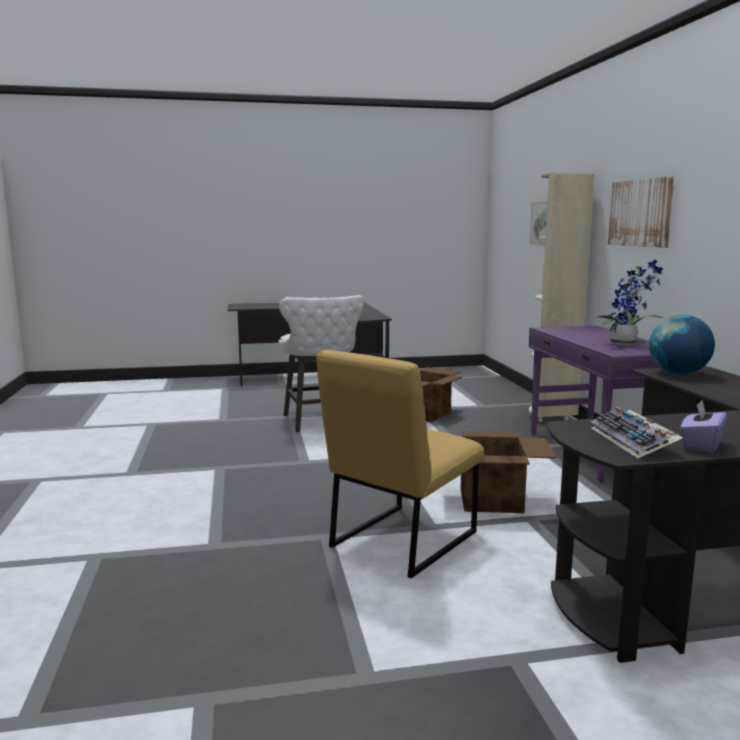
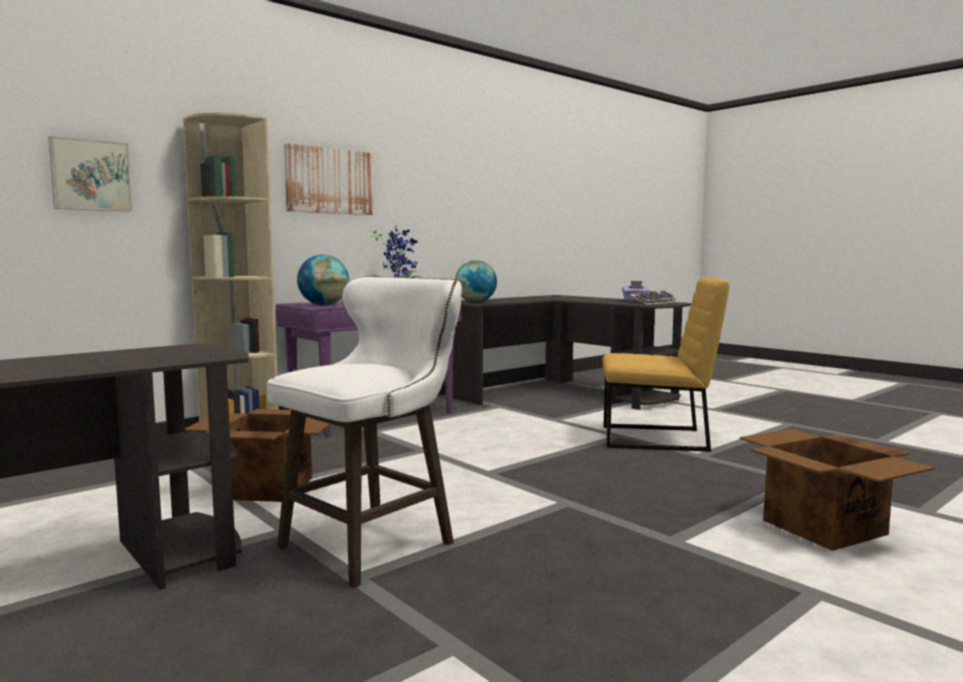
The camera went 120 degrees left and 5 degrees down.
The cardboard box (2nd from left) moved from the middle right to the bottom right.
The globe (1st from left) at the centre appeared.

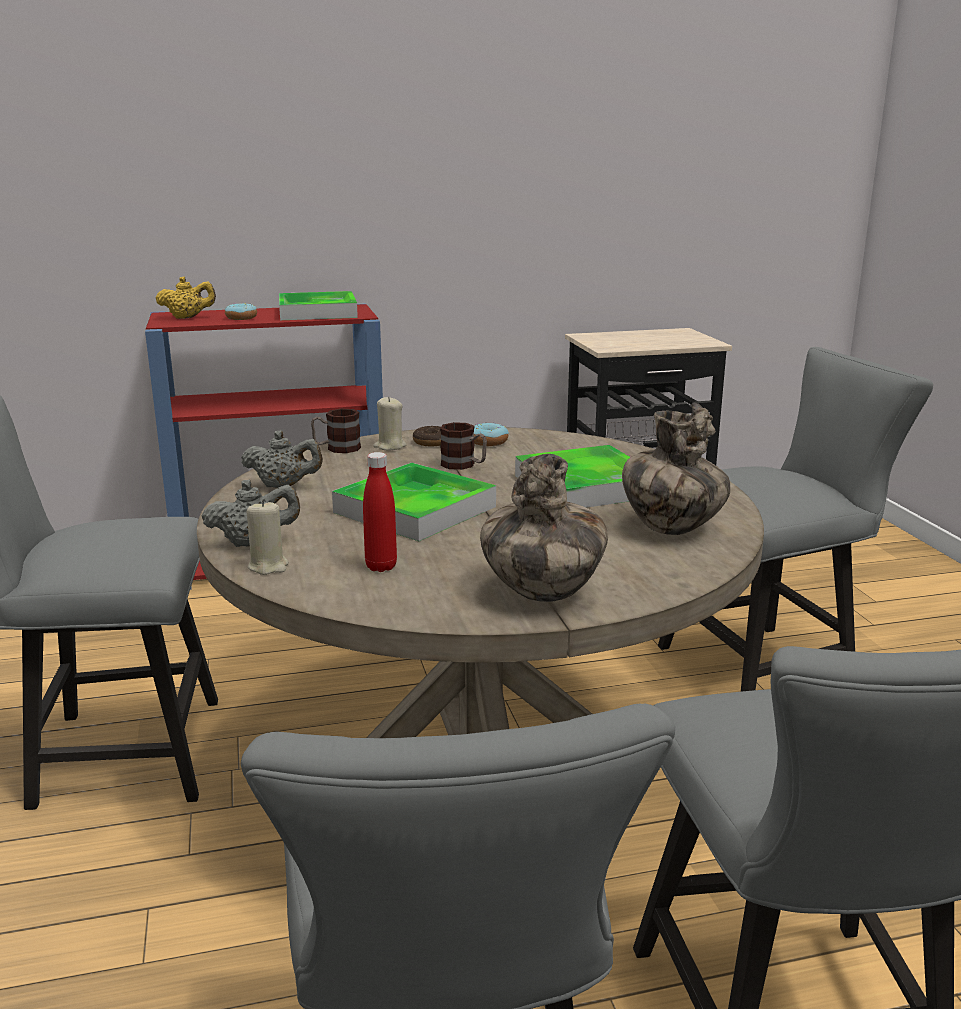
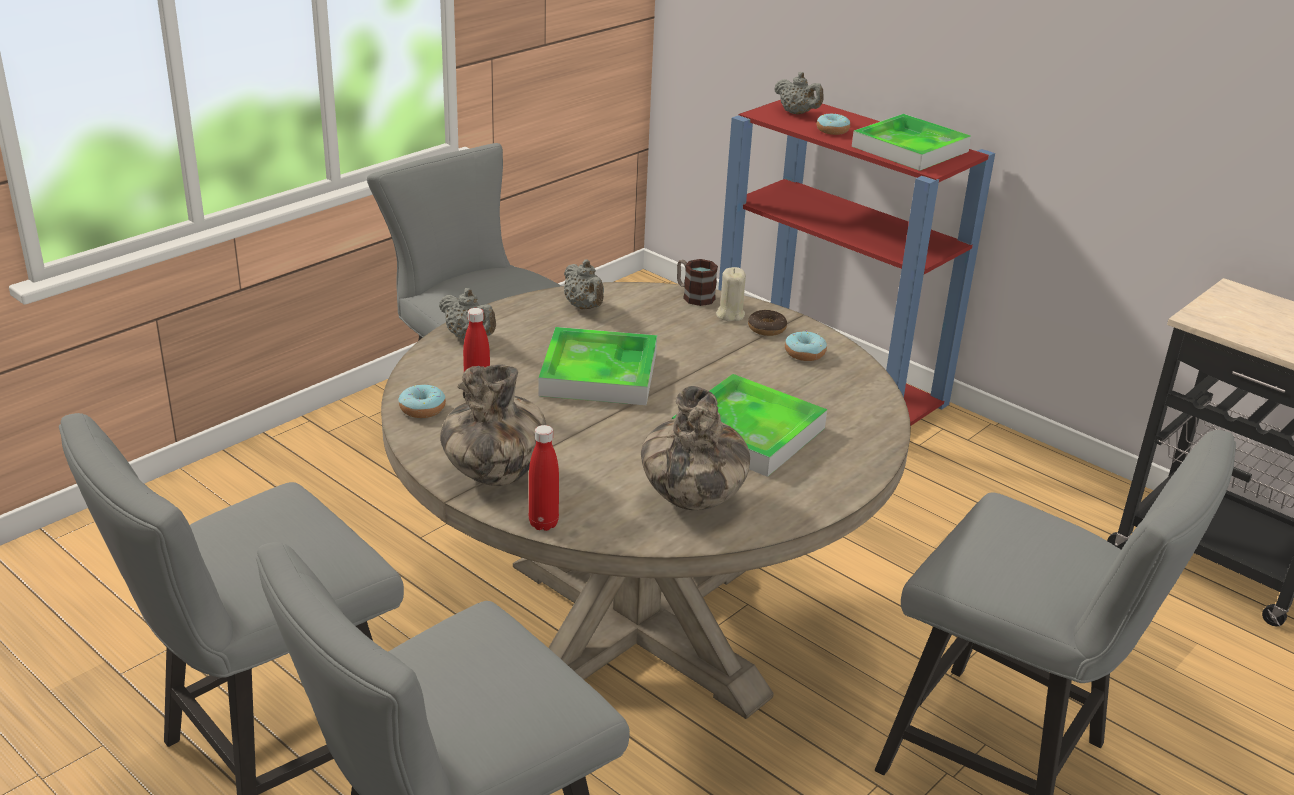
The camera went 55 degrees right and 10 degrees up.
The teapot in yellow at the top left became the teapot in grey (3rd from left) at the top centre.
The candle in beige (1st from left) at the middle left disappeared.
The mug (2nd from left) at the centre disappeared.
The donut (1st from left) at the middle left appeared.
The bottle in red (2nd from left) at the centre appeared.

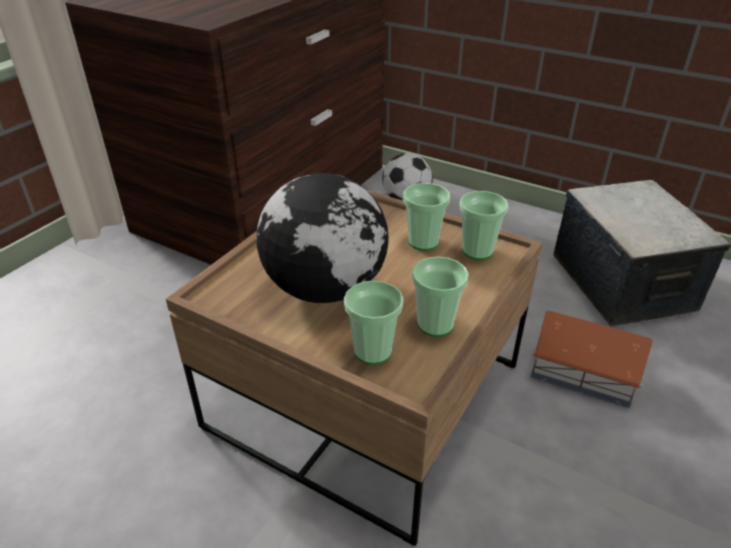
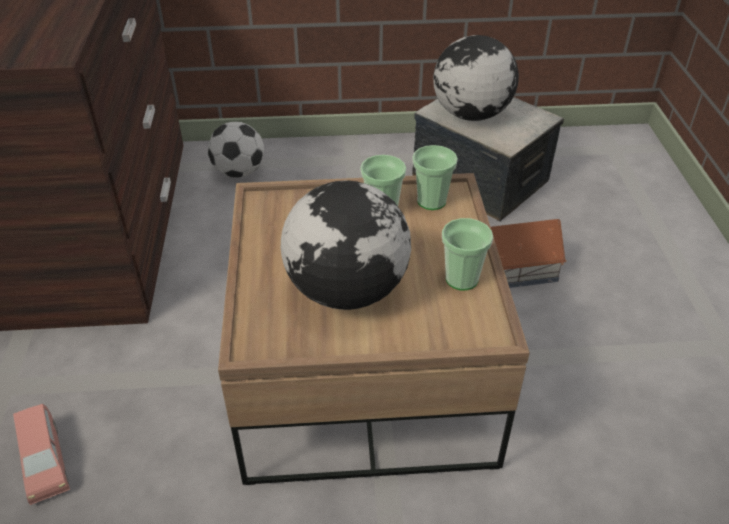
The camera went 35 degrees left and 5 degrees up.
The cup (1st from left) at the centre disappeared.
The toy car in pink at the bottom left appeared.
The globe (2nd from left) at the top centre appeared.

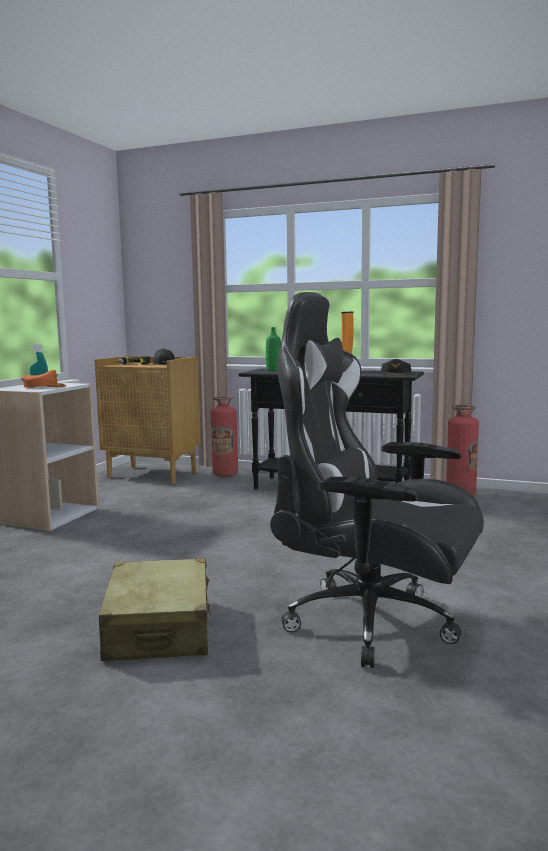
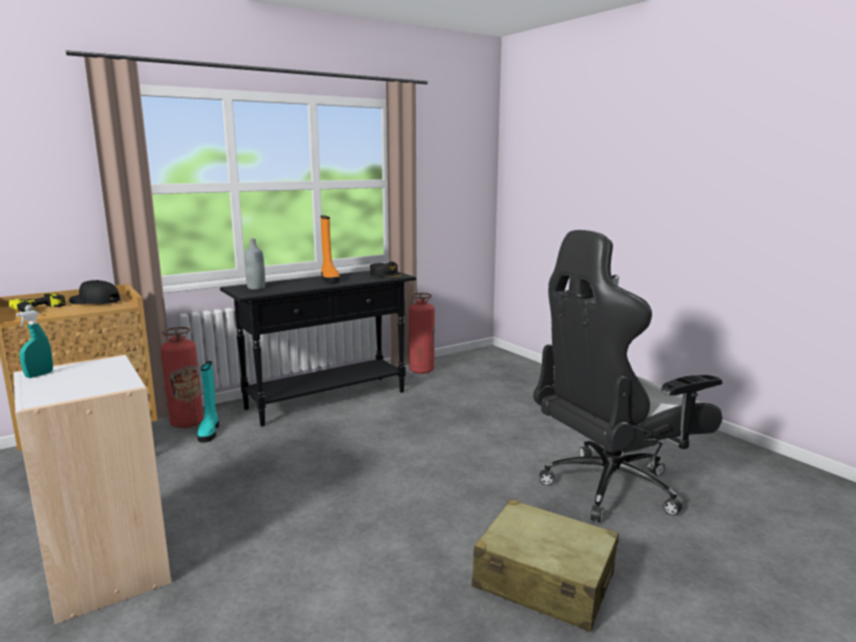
The camera went 55 degrees left and 5 degrees up.
The cap in orange at the middle left disappeared.
The bottle in green at the centre became the bottle in grey at the middle left.
The boot in turquoise at the middle left appeared.

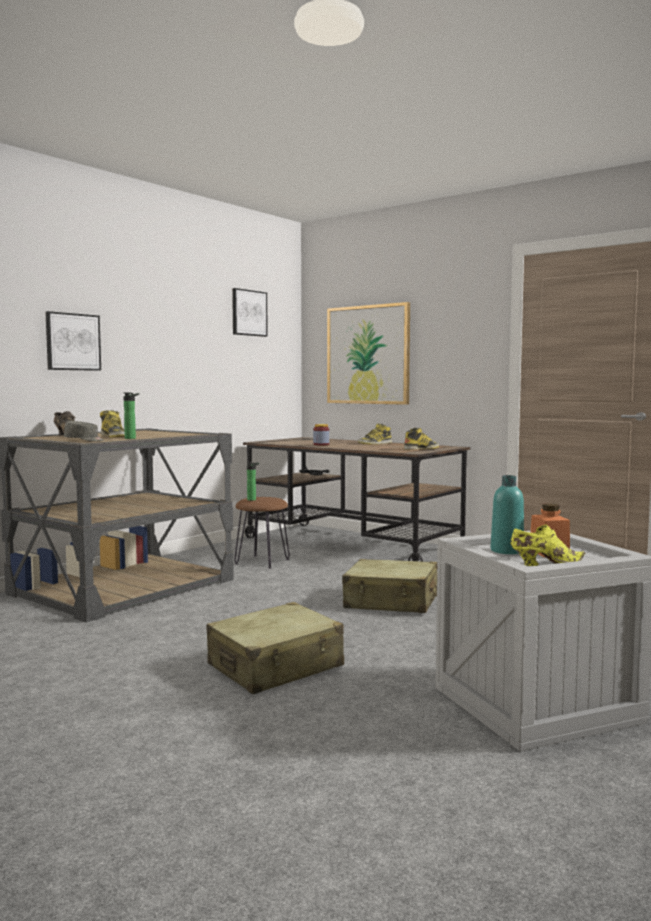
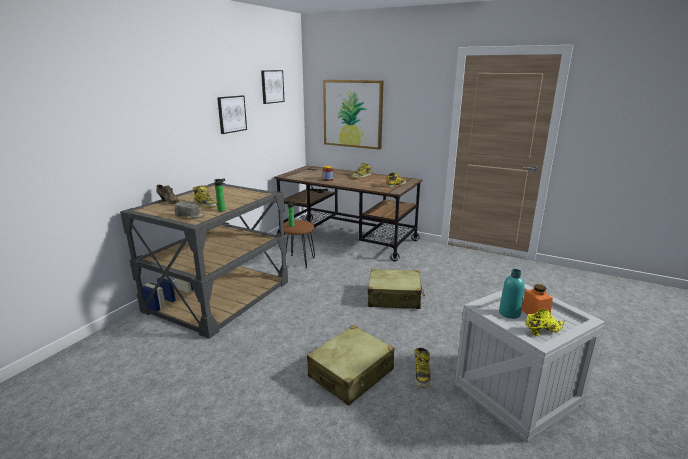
The camera went 10 degrees left and 15 degrees up.
The picture (1st from left) moved from the middle left to the top centre.
The boot (4th from left) at the bottom centre appeared.

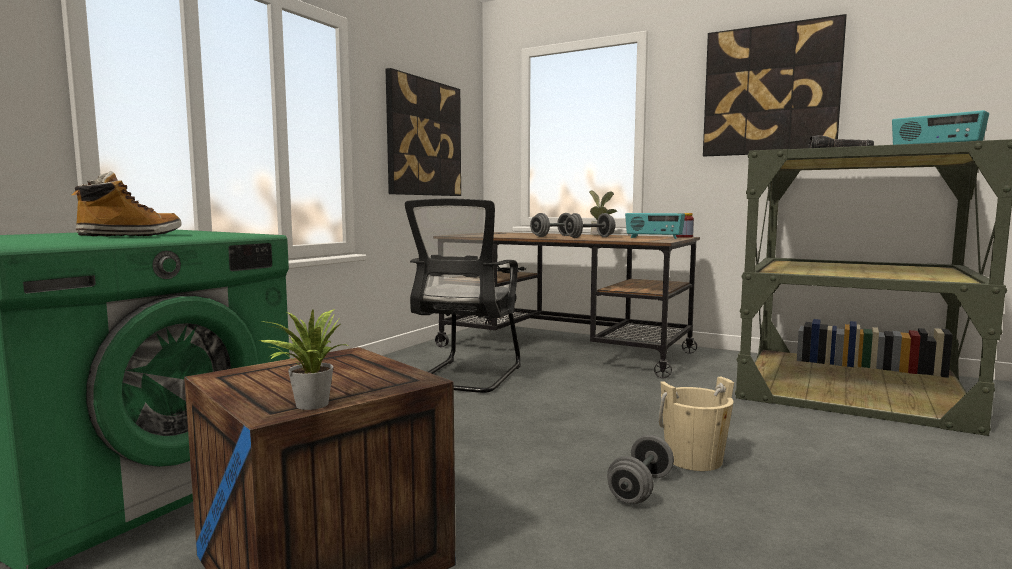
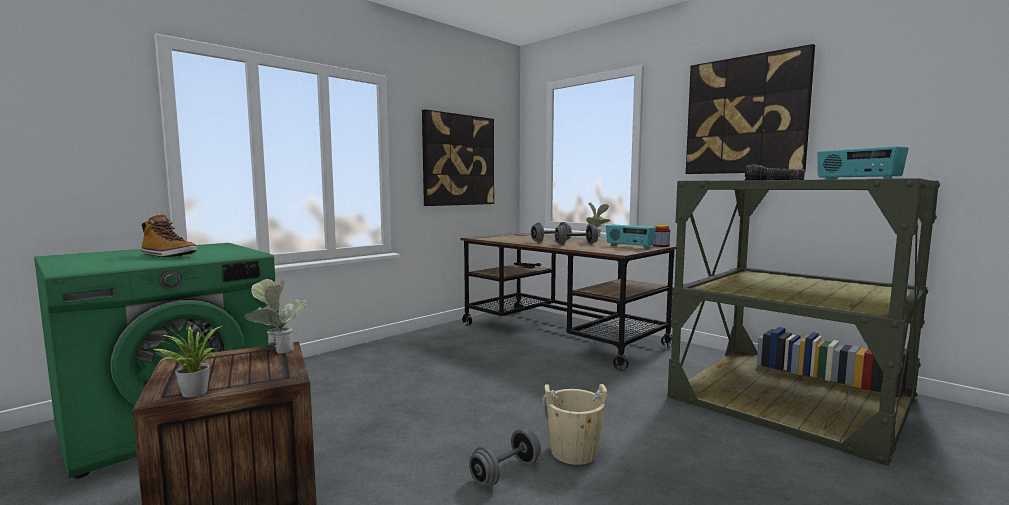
The camera went 15 degrees right and 0 degrees up.
The boot at the middle left turned 60 degrees clockwise.
The chair at the centre disappeared.
The potted plant (2nd from left) at the middle left appeared.

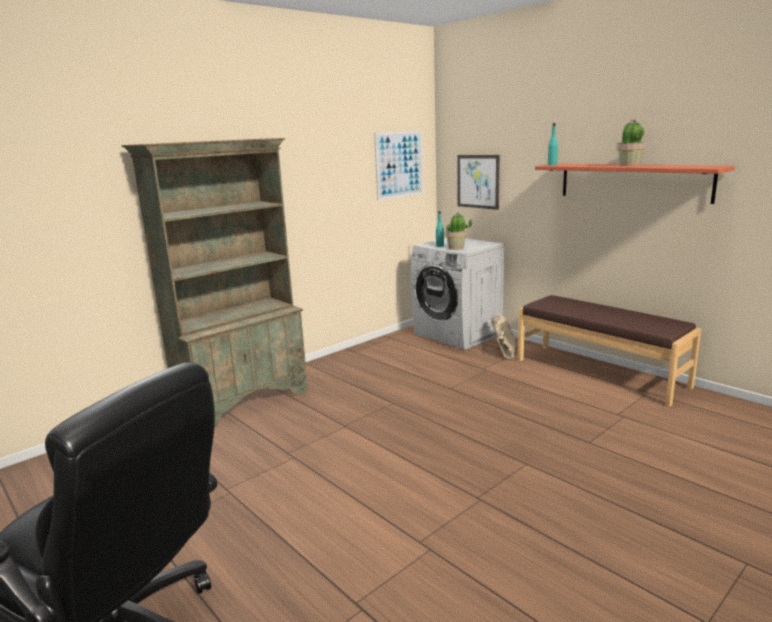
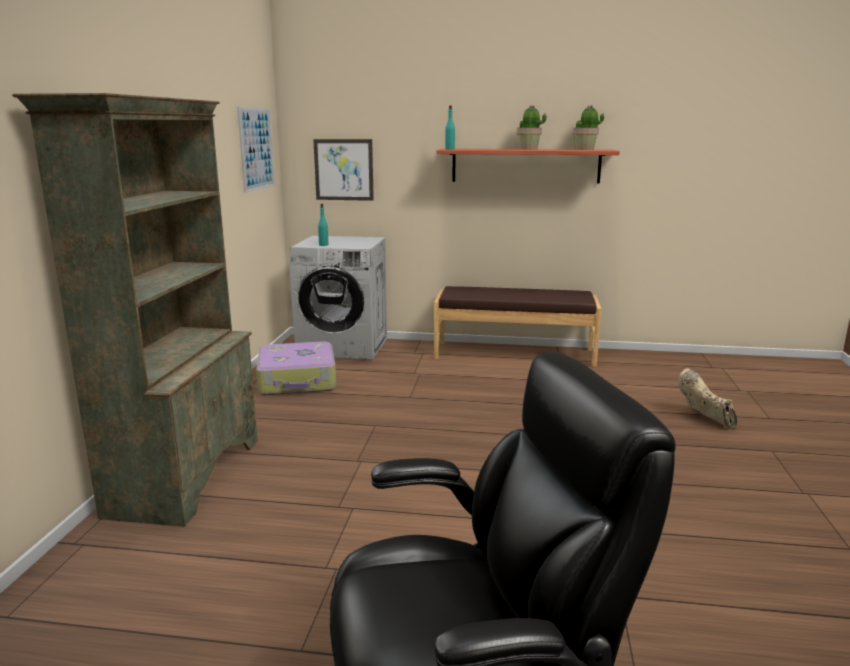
The camera went 40 degrees left and 0 degrees up.
The potted plant (1st from left in the first image) moved from the centre to the top right.
The boot in beige moved from the centre to the middle right.
The suitcase at the centre appeared.

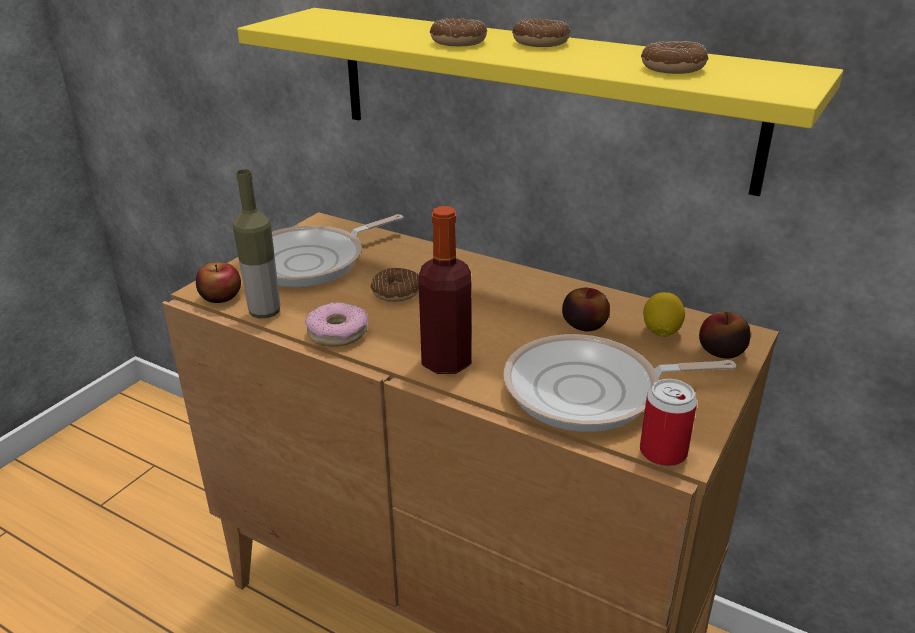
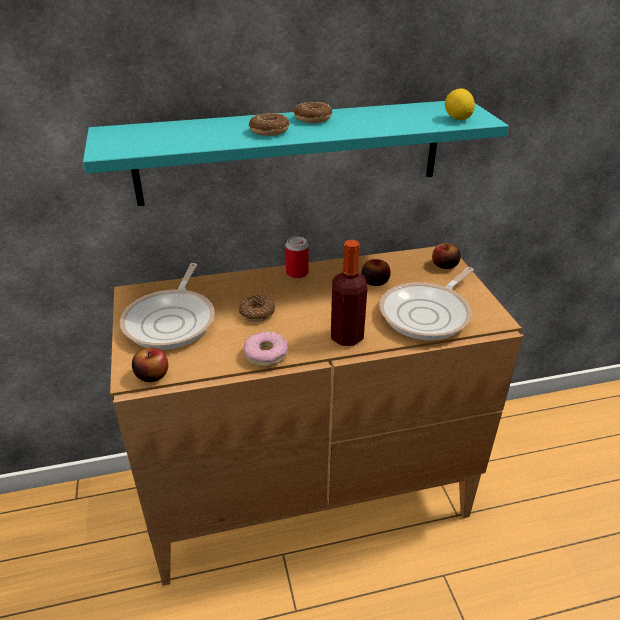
The camera went 45 degrees left and 5 degrees up.
The bottle (1st from left) at the middle left disappeared.
The shelf in yellow at the top centre became the shelf in turquoise at the top centre.
The can moved from the bottom right to the centre.
The donut (5th from left) at the top right disappeared.
The lemon moved from the middle right to the top right.

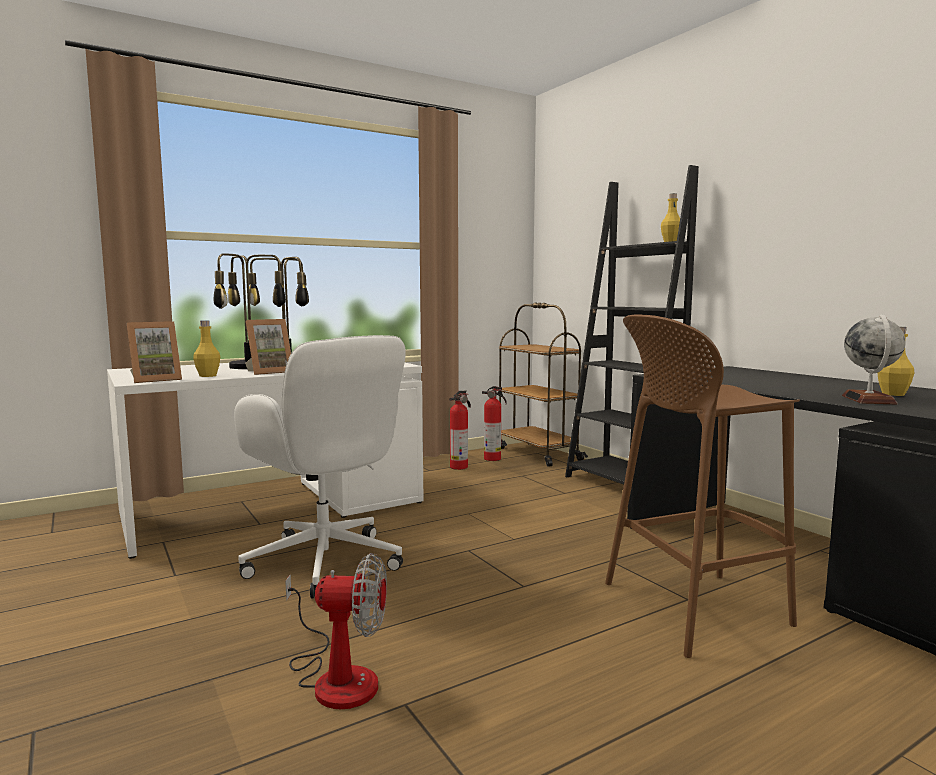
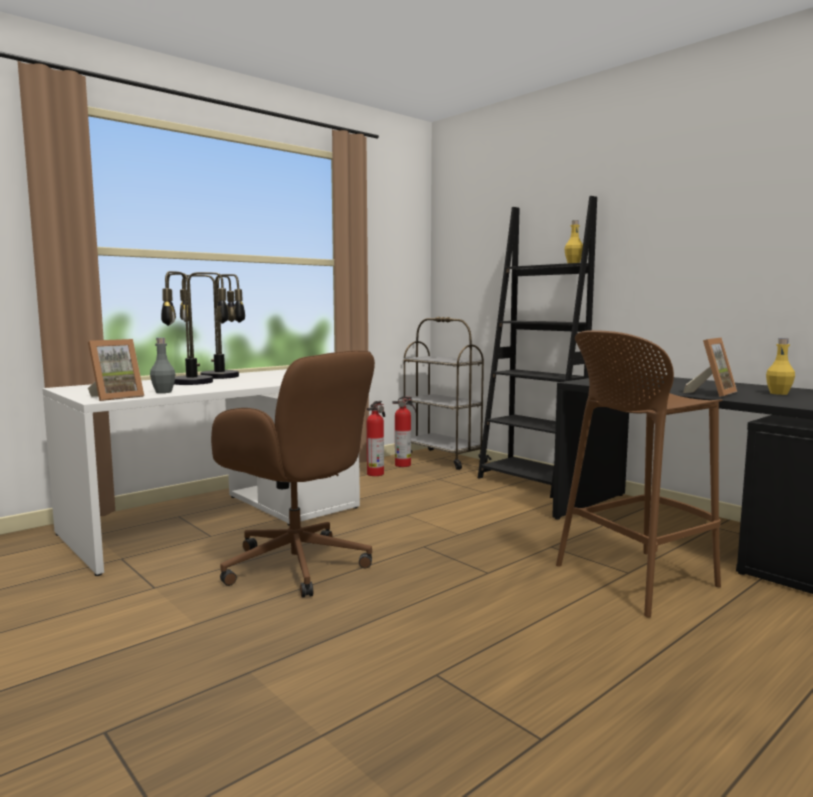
The camera went 10 degrees left and 0 degrees up.
The bottle in yellow (1st from left) at the middle left became the bottle in grey at the middle left.
The office chair in white at the centre became the office chair in brown at the centre.
The picture frame (2nd from left) moved from the middle left to the middle right.
The fan at the bottom centre disappeared.
The cart in brown at the centre became the cart in grey at the centre.
The globe at the middle right disappeared.

